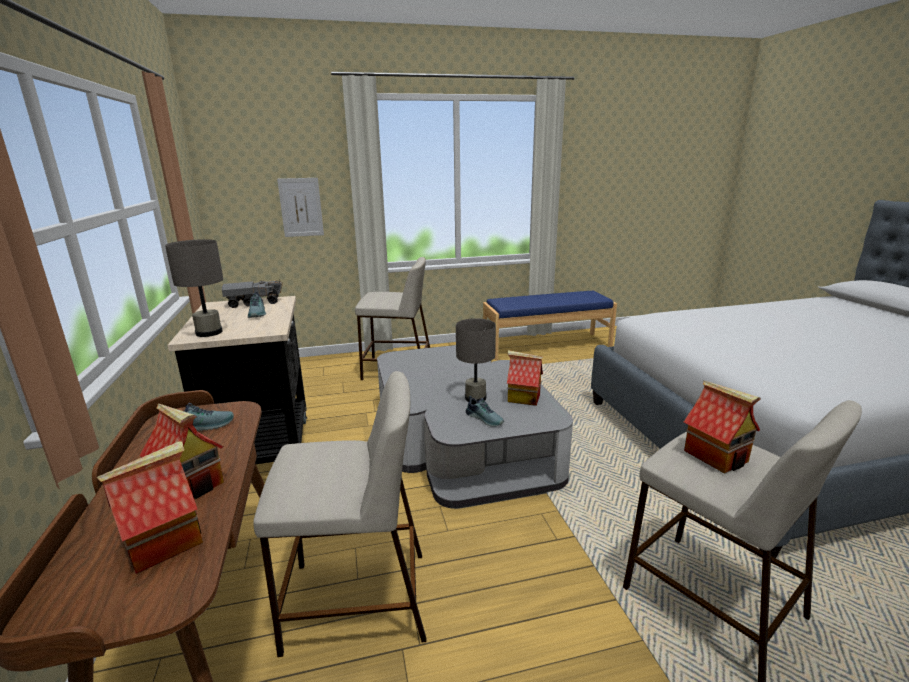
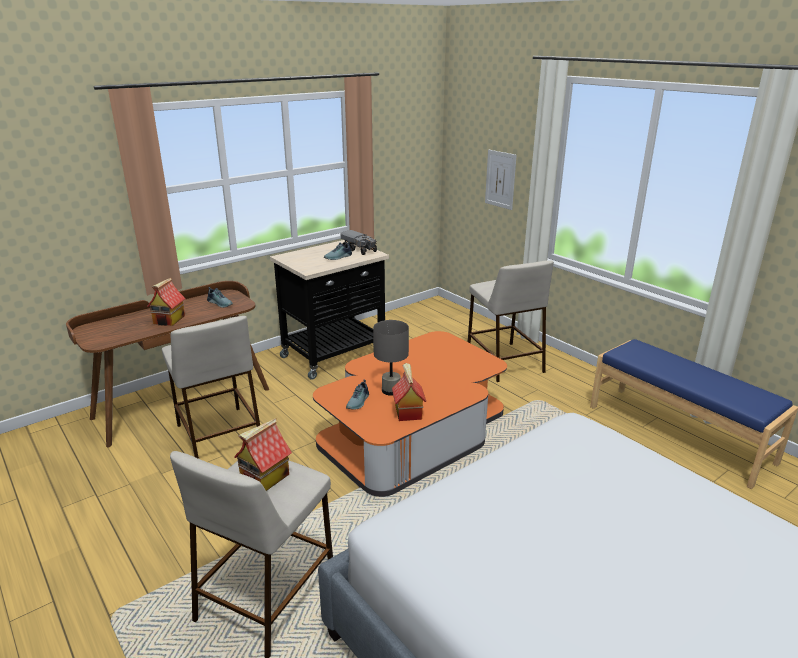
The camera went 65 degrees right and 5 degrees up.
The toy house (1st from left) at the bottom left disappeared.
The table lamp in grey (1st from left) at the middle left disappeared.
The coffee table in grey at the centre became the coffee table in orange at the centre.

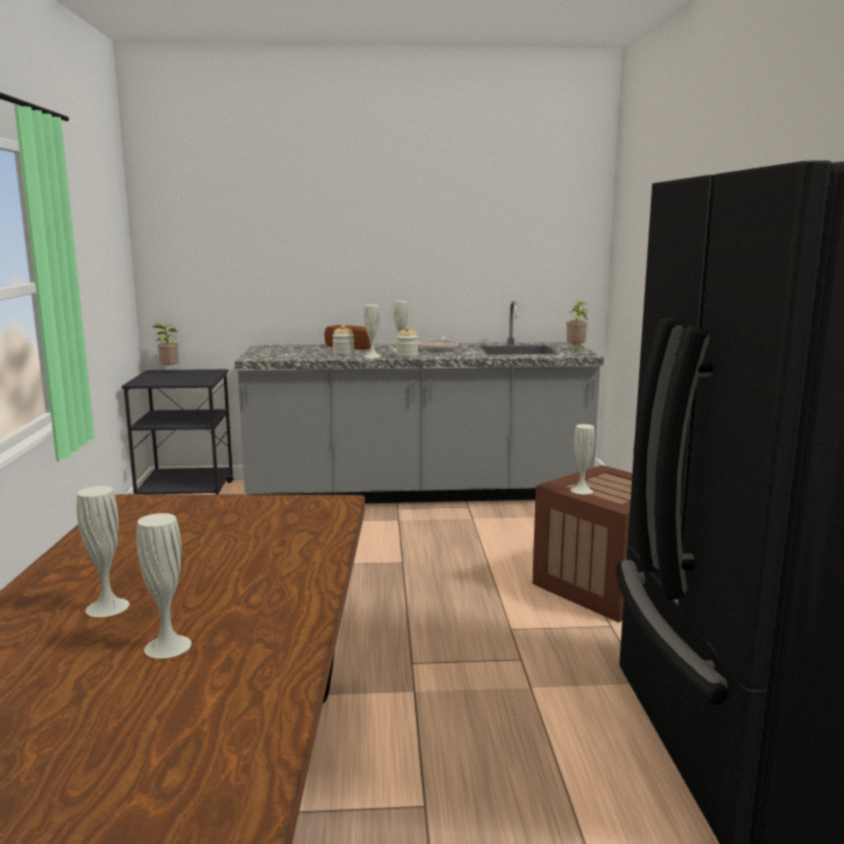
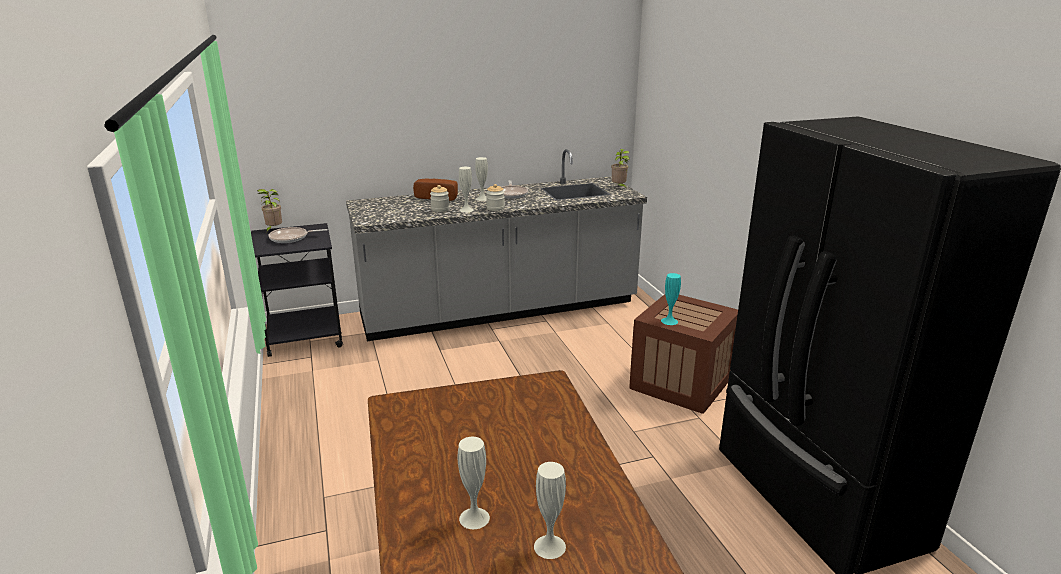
The camera went 15 degrees left and 10 degrees up.
The vase in white (5th from left) at the middle right became the vase in turquoise at the centre.
The frying pan (1st from left) at the middle left appeared.

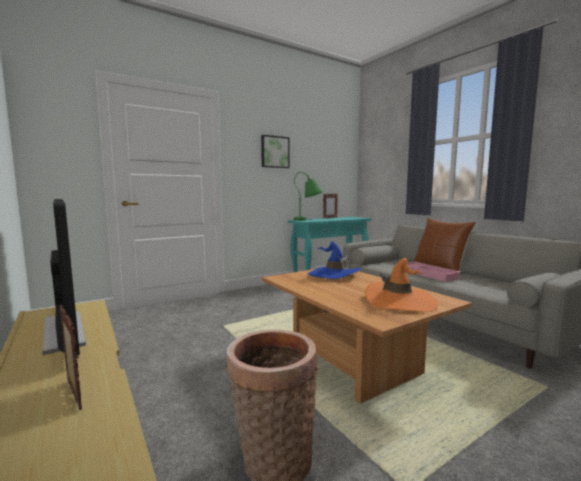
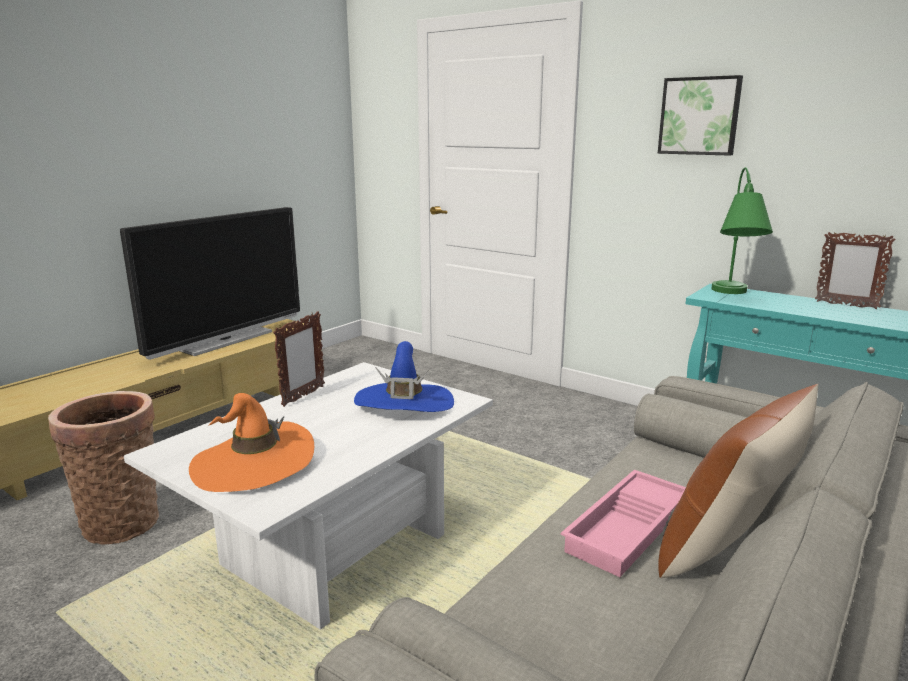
The camera went 70 degrees right and 10 degrees up.
The picture frame (1st from left) moved from the bottom left to the middle left.
The coffee table in brown at the bottom centre became the coffee table in white at the bottom centre.

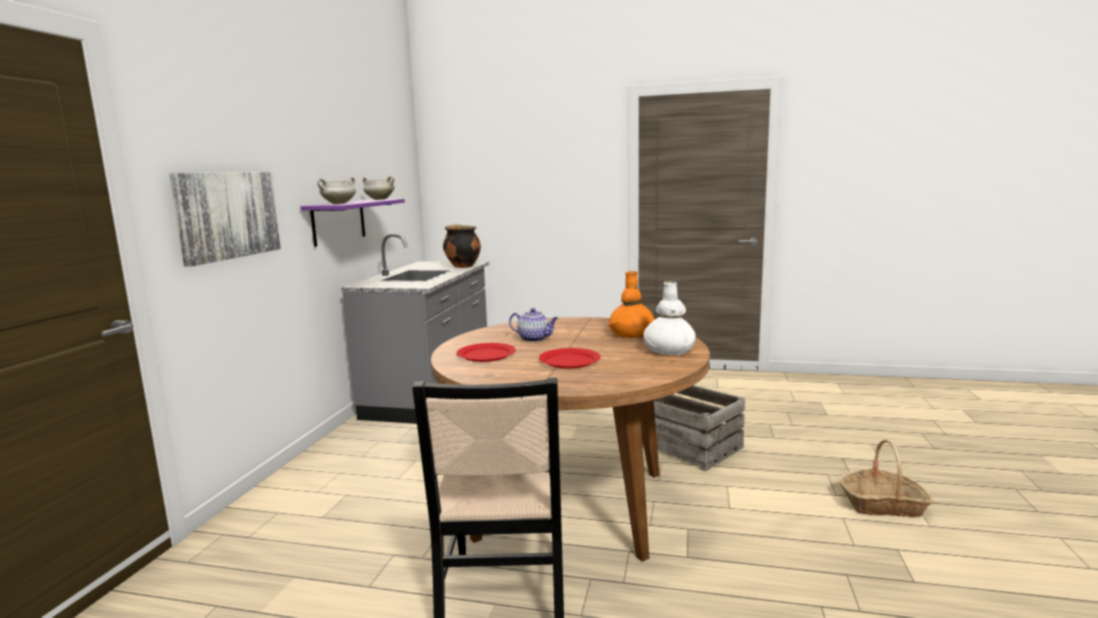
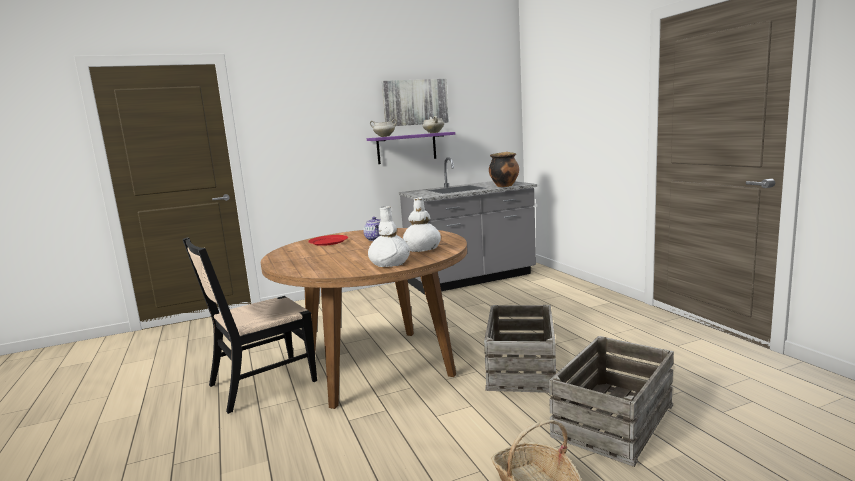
The camera went 55 degrees right and 0 degrees up.
The picture moved from the middle left to the top centre.
The plate in red (2nd from left) at the centre disappeared.
The vase in orange at the centre became the vase in white (2nd from left) at the centre.
The crate (2nd from left) at the bottom right appeared.

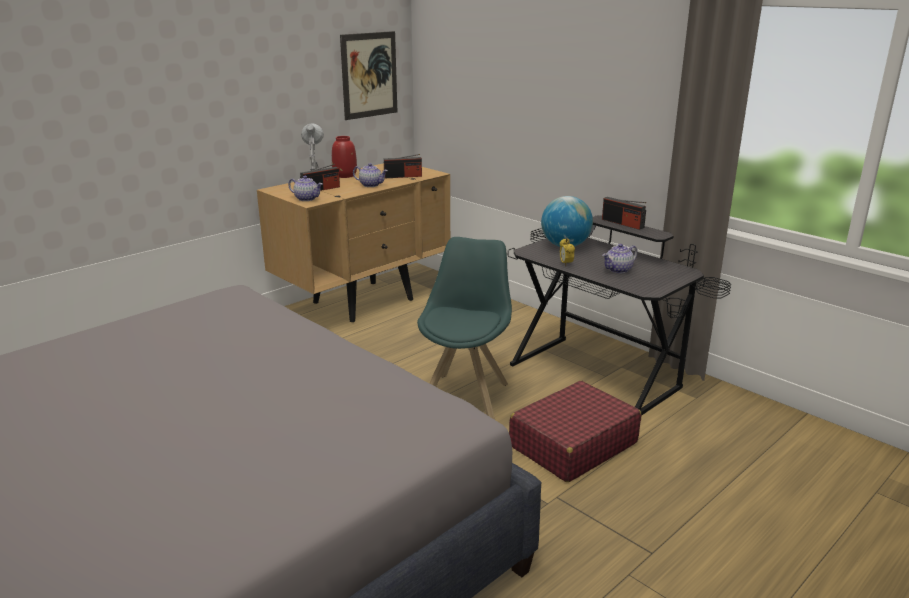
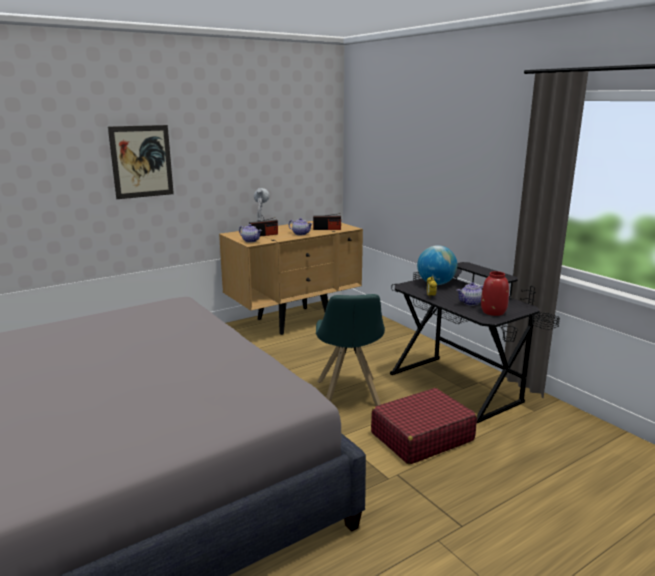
The camera went 10 degrees right and 5 degrees down.
The vase in red moved from the top centre to the middle right.
The picture moved from the top centre to the top left.
The chair in turquoise at the centre turned 150 degrees clockwise.
The radio (3rd from left) at the middle right disappeared.

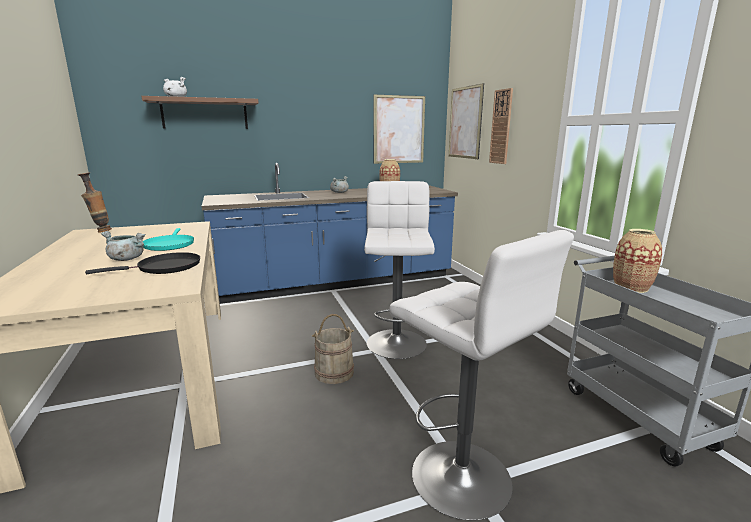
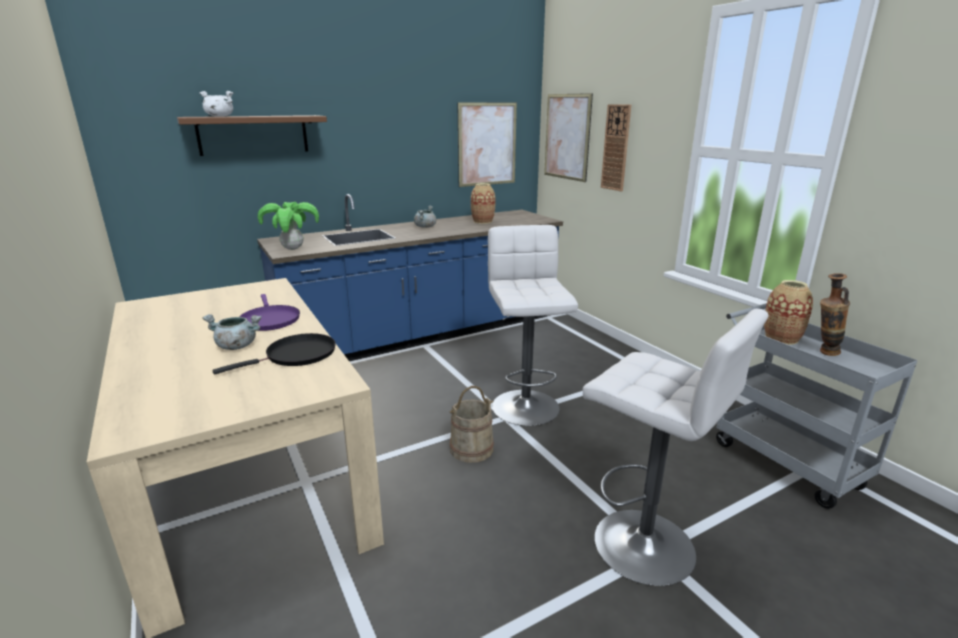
The camera went 10 degrees left and 5 degrees up.
The vase (1st from left in the first image) moved from the middle left to the middle right.
The frying pan in turquoise at the middle left became the frying pan in purple at the middle left.
The potted plant at the middle left appeared.

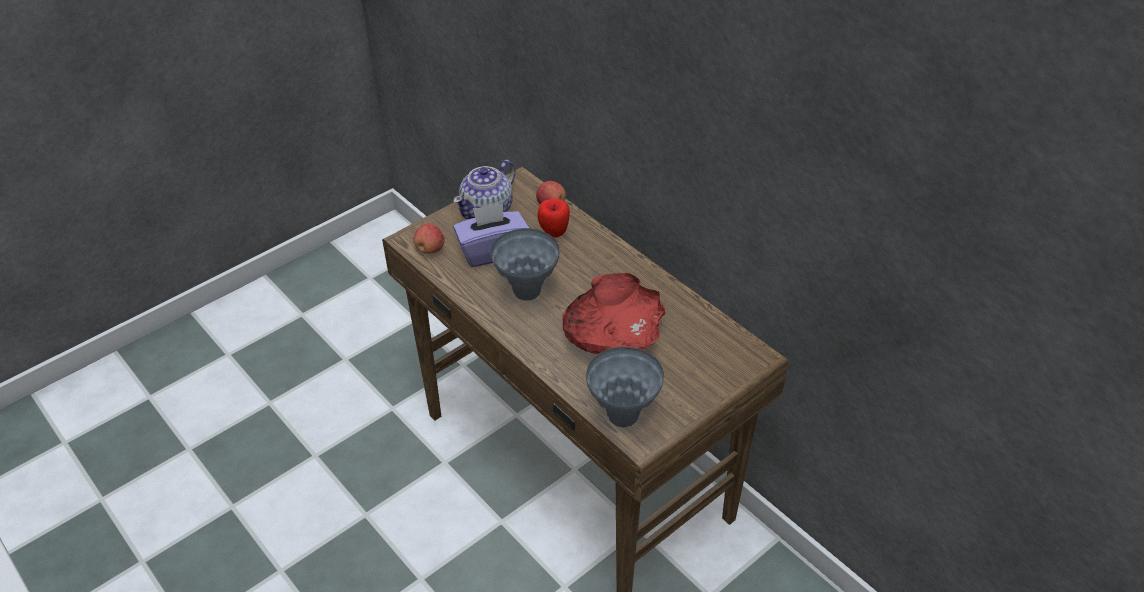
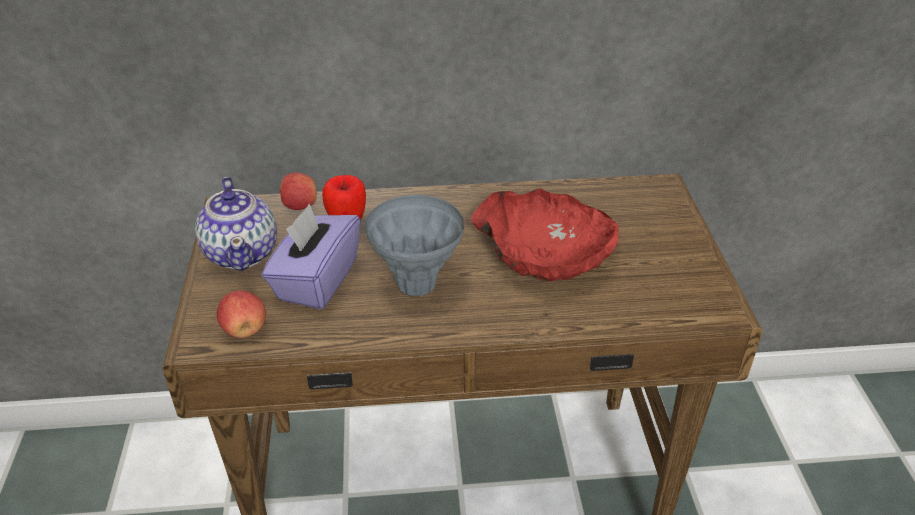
The camera went 55 degrees left and 5 degrees down.
The vase in grey (2nd from left) at the centre disappeared.

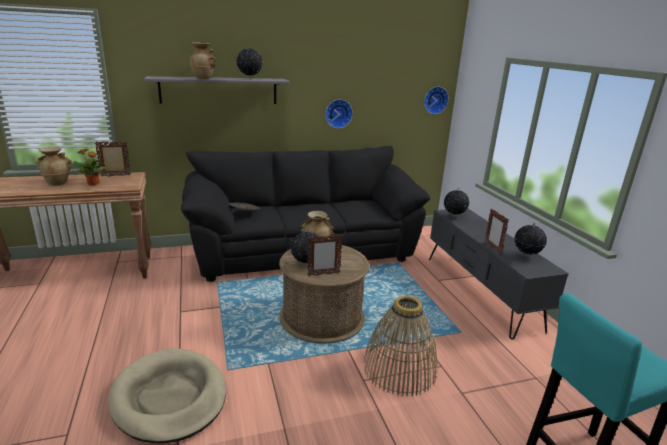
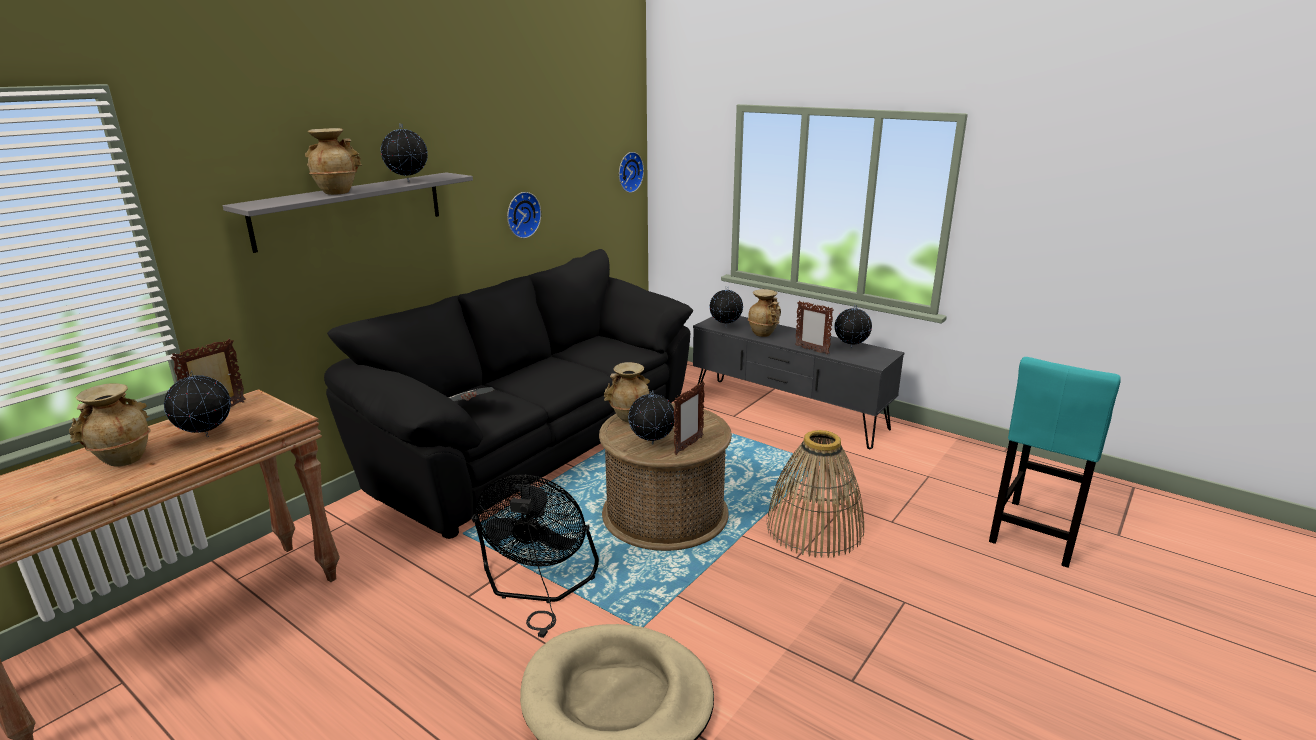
The camera went 35 degrees left and 0 degrees up.
The potted plant at the middle left was replaced by the globe (1st from left) at the middle left.
The fan in black at the bottom centre appeared.
The vase in beige (4th from left) at the centre appeared.

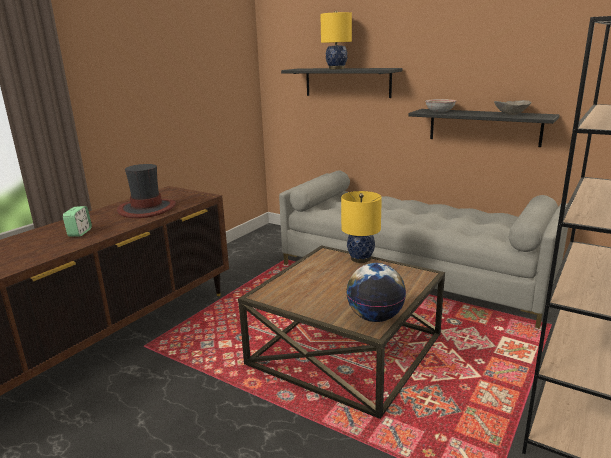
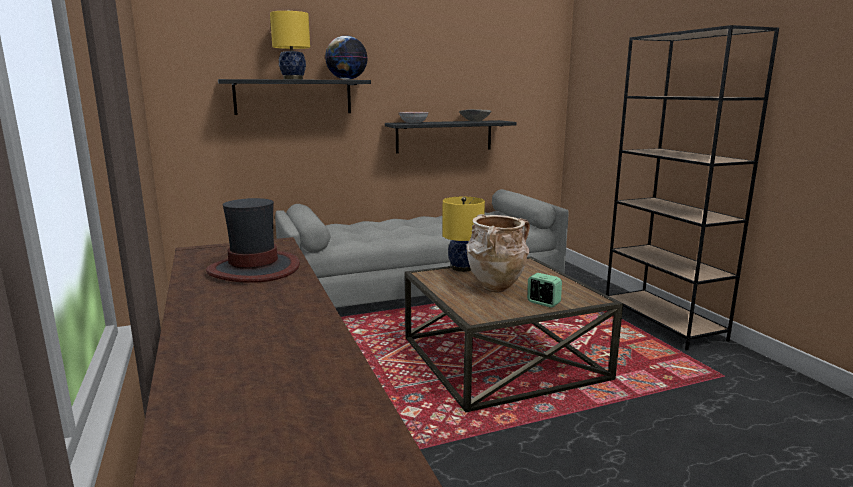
The camera went 55 degrees left and 5 degrees down.
The alarm clock moved from the middle left to the centre.
The globe moved from the centre to the top centre.
The vase in beige at the centre appeared.

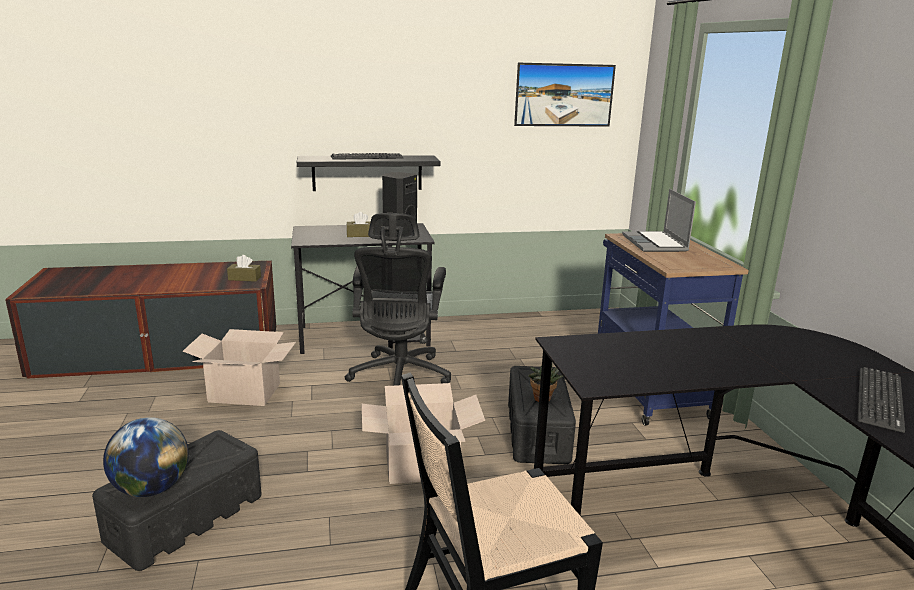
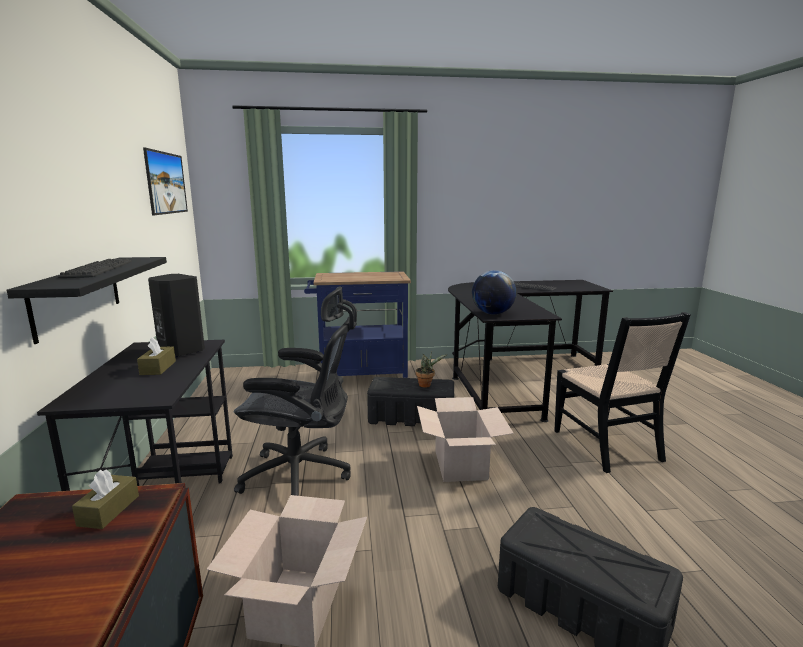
The camera went 85 degrees left and 5 degrees down.
The globe moved from the bottom left to the centre.
The laptop at the middle right disappeared.

